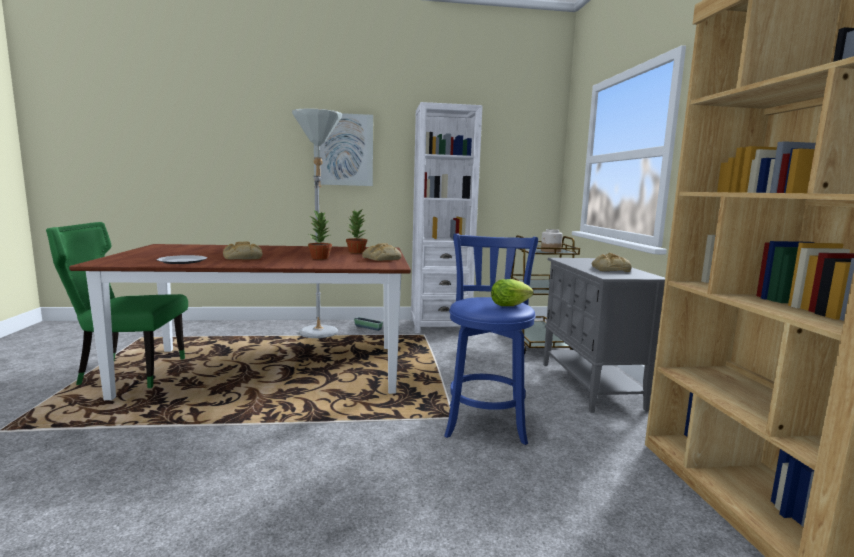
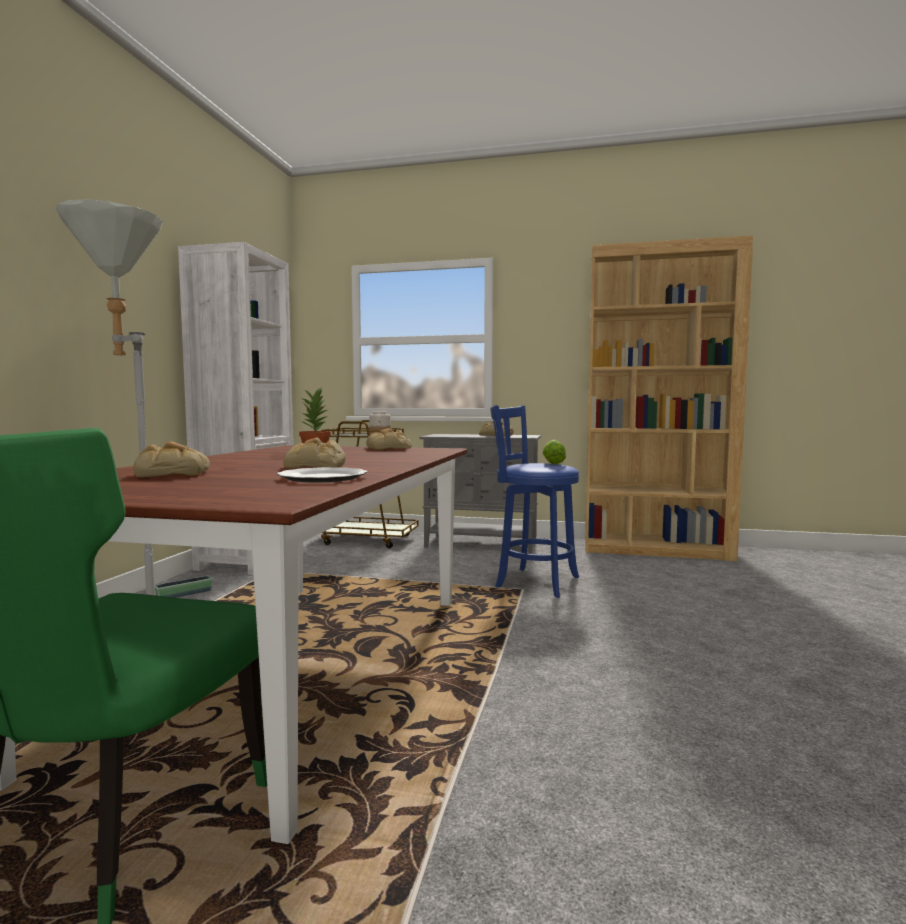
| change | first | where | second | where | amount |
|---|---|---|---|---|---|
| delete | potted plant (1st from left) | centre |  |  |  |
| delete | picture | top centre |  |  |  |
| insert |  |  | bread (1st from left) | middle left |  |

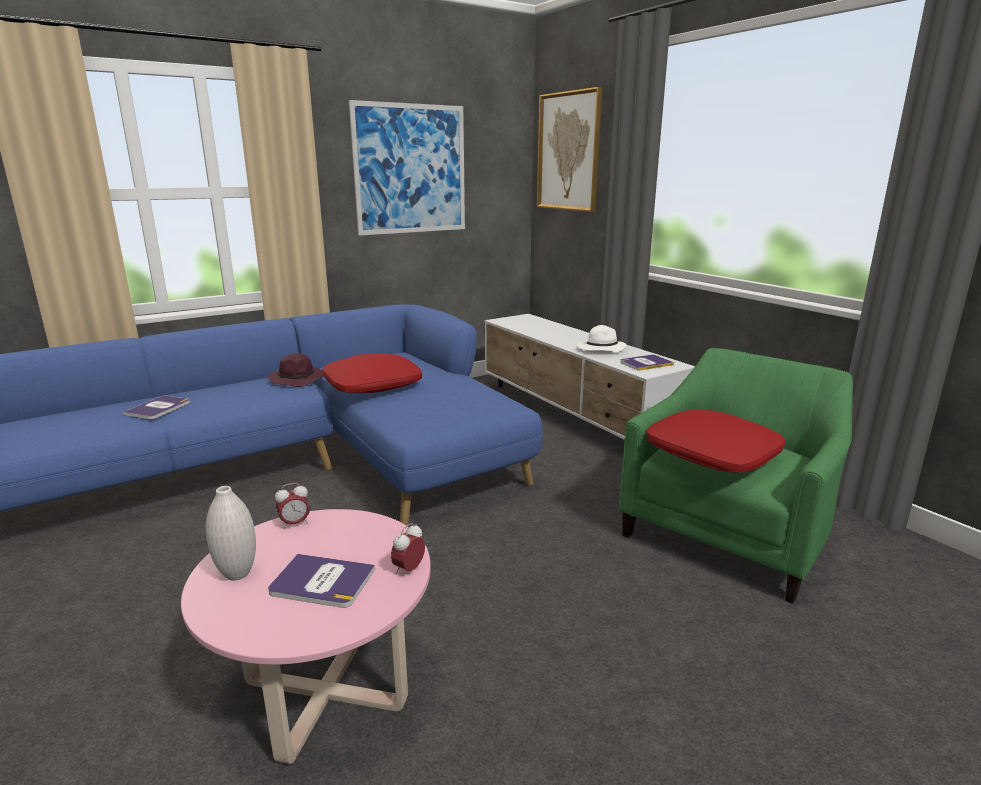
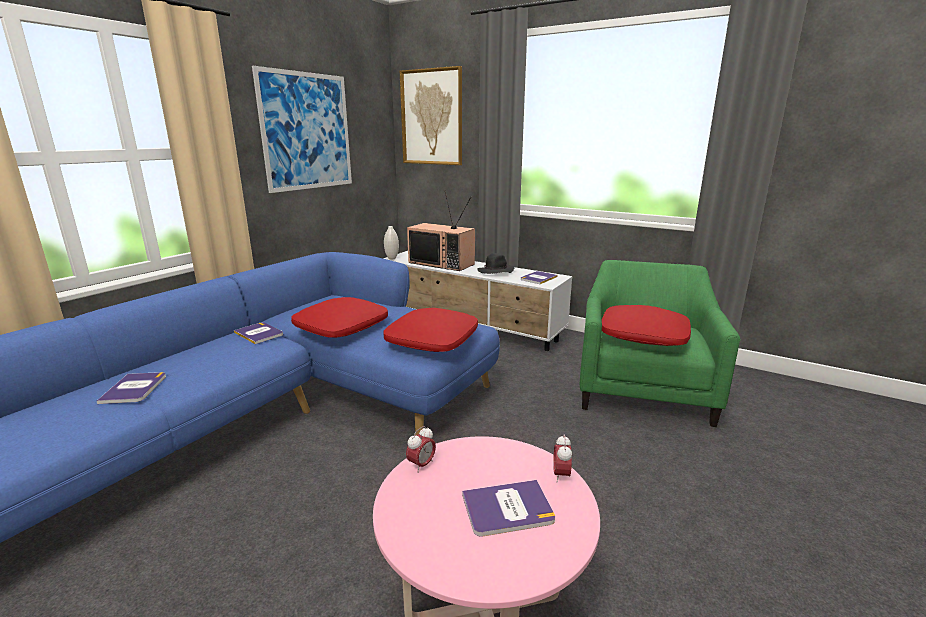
| change | first | where | second | where | amount |
|---|---|---|---|---|---|
| move | white vase | bottom left |  | centre |  |
| replace | purple hat | middle left | book (2nd from left) | middle left |  |
| recolor | white hat | centre | black hat | centre |  |
| insert |  |  | red pillow (2nd from left) | centre |  |
| insert |  |  | television | centre |  |

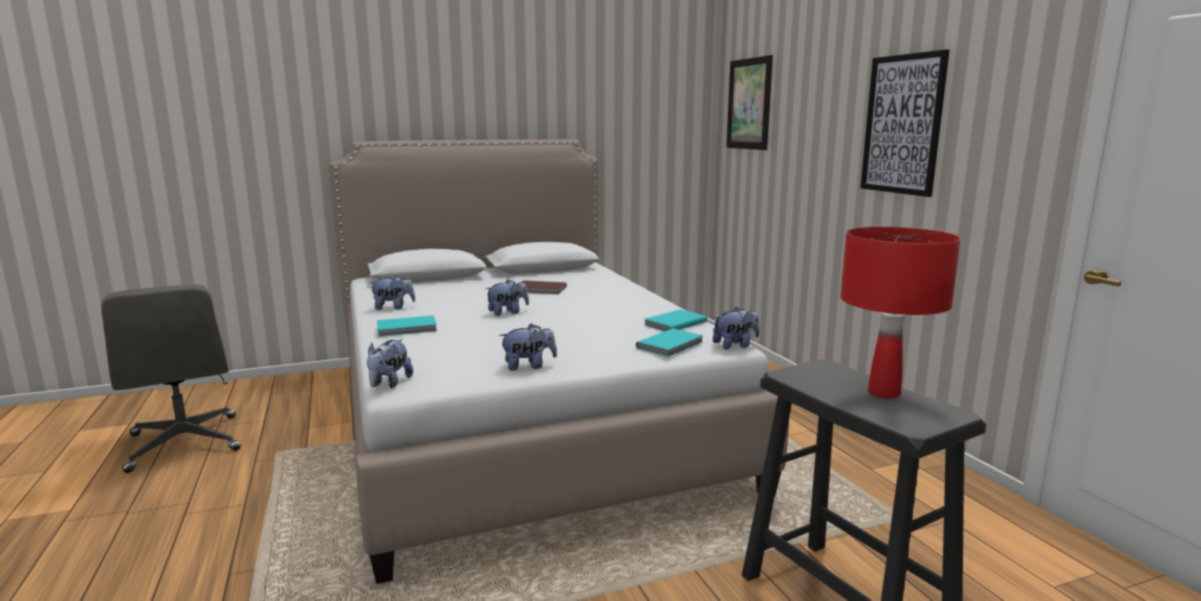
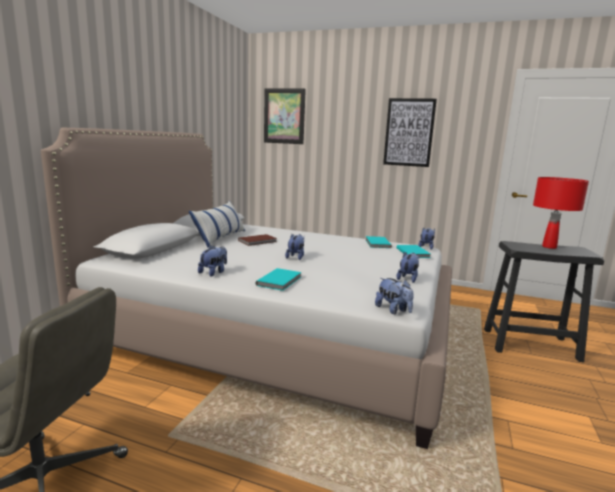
| change | first | where | second | where | amount |
|---|---|---|---|---|---|
| insert |  |  | pillow | centre |  |

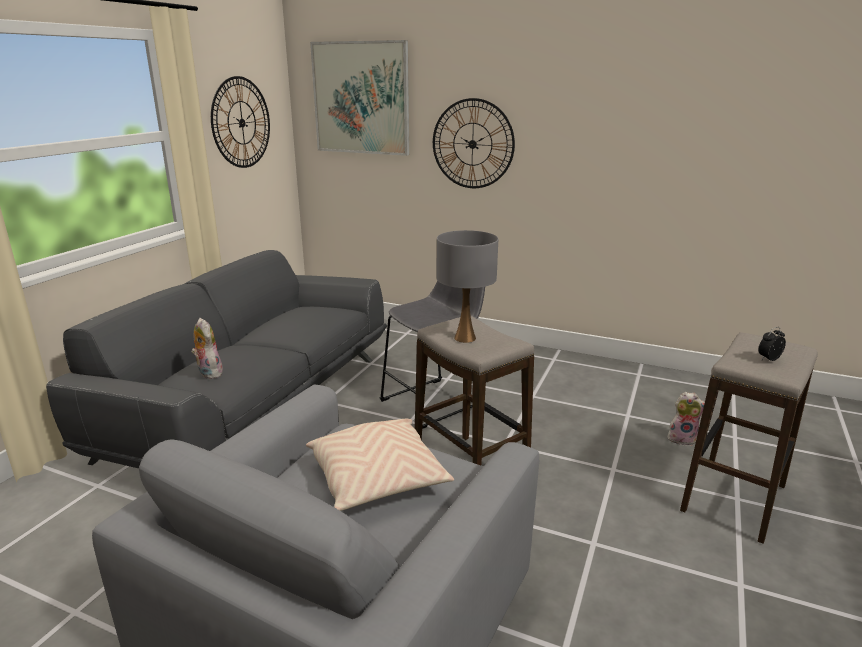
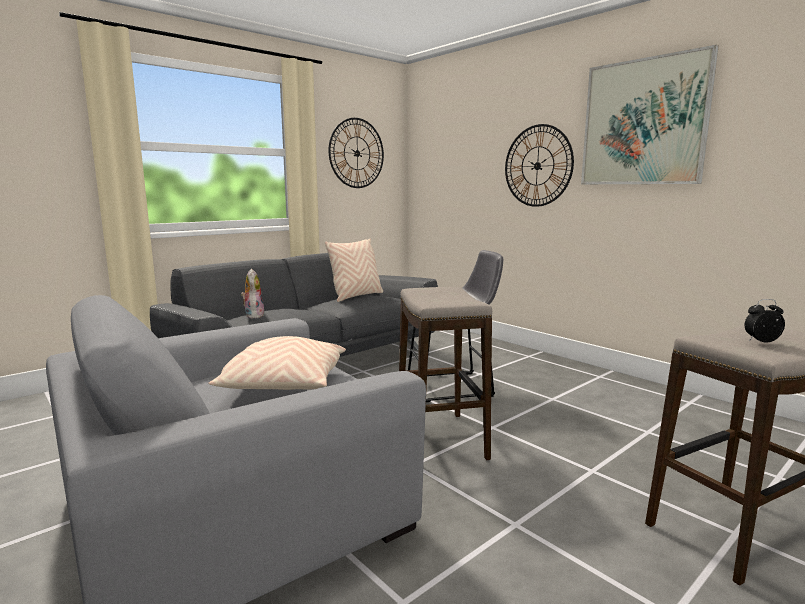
| change | first | where | second | where | amount |
|---|---|---|---|---|---|
| move | picture | top centre |  | top right |  |
| delete | grey table lamp | centre |  |  |  |
| delete | plush toy (2nd from left) | middle right |  |  |  |
| insert |  |  | beige pillow (2nd from left) | centre |  |

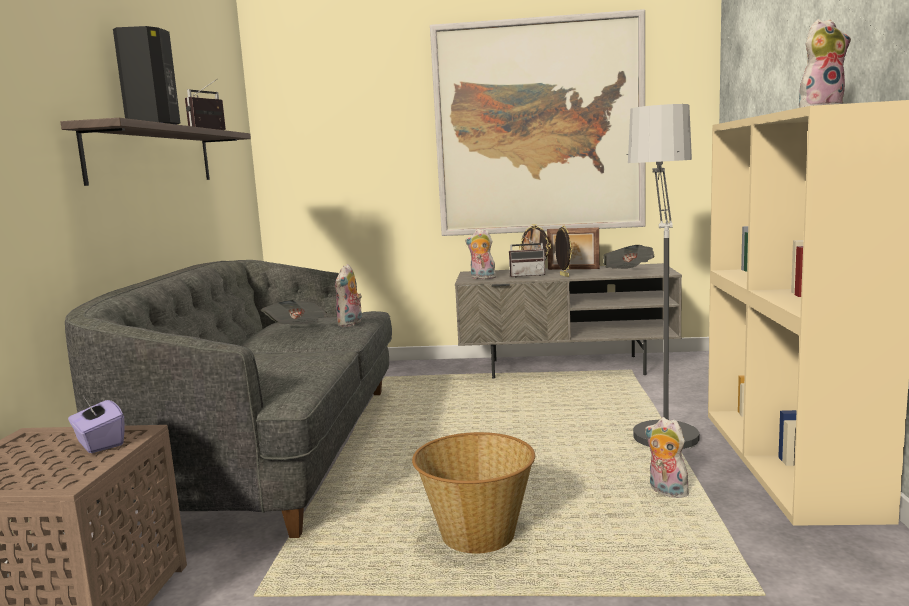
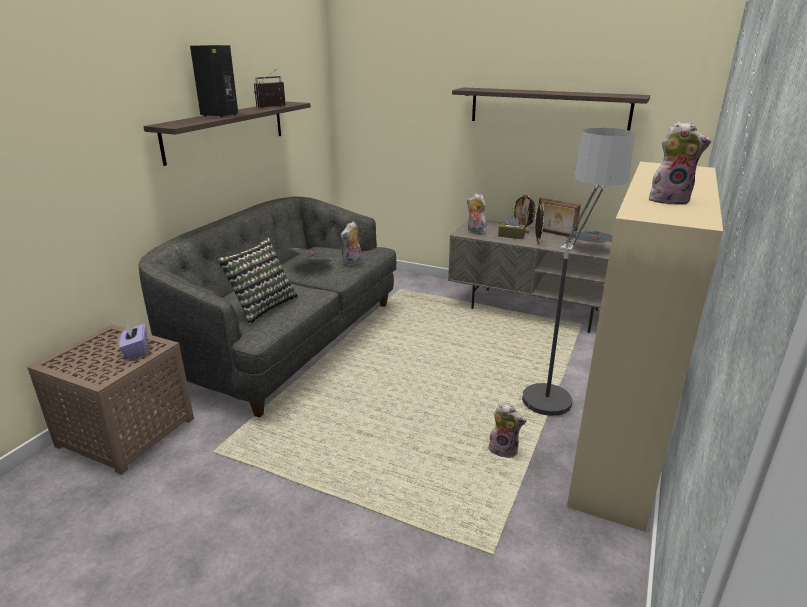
| change | first | where | second | where | amount |
|---|---|---|---|---|---|
| delete | basket | bottom centre |  |  |  |
| replace | picture | top centre | shelf (2nd from left) | top right |  |
| replace | radio (2nd from left) | centre | brown tissue box | centre |  |
| rotate | plush toy (3rd from left) | bottom right |  | bottom centre | 135 degrees clockwise |
| insert |  |  | pillow | middle left |  |

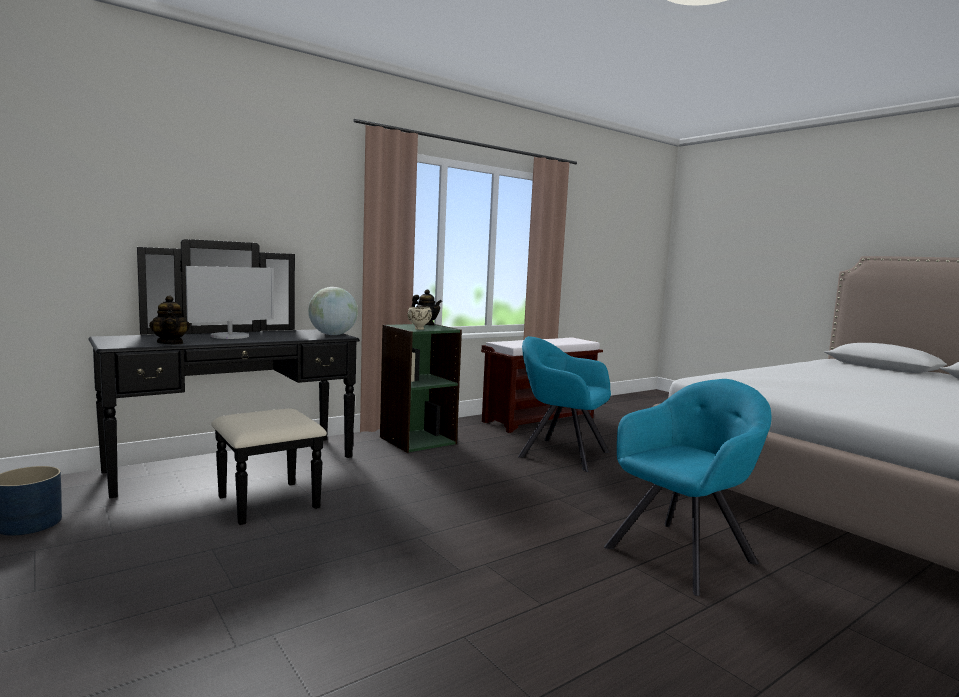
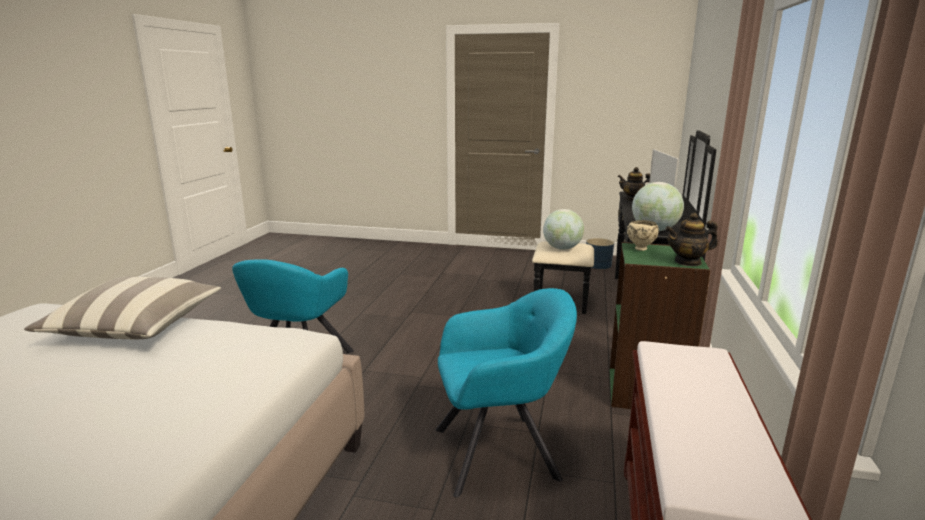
| change | first | where | second | where | amount |
|---|---|---|---|---|---|
| insert |  |  | pillow | middle left |  |
| insert |  |  | globe (1st from left) | centre |  |

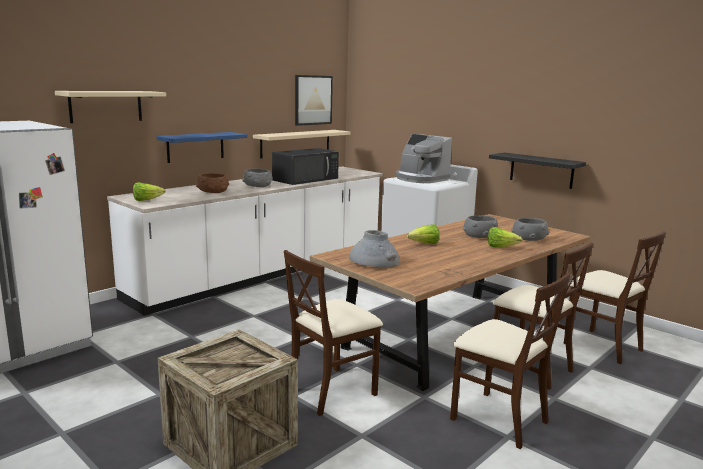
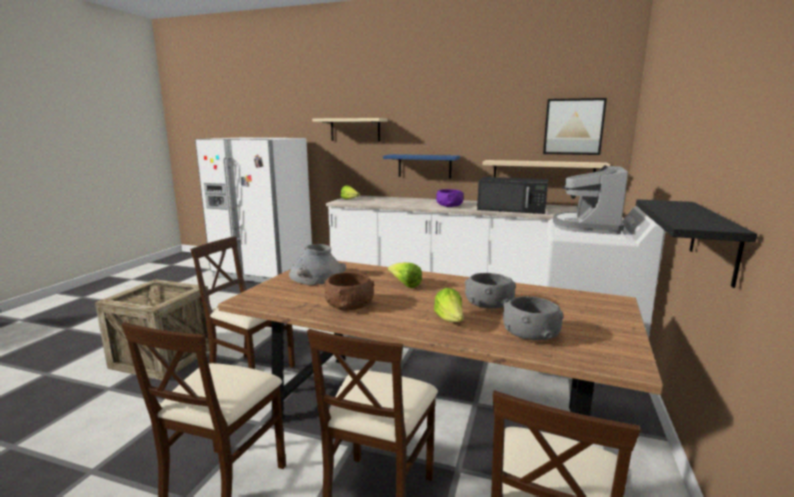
| change | first | where | second | where | amount |
|---|---|---|---|---|---|
| move | brown bowl | middle left |  | centre |  |
| recolor | grey bowl (1st from left) | centre | purple bowl | centre |  |

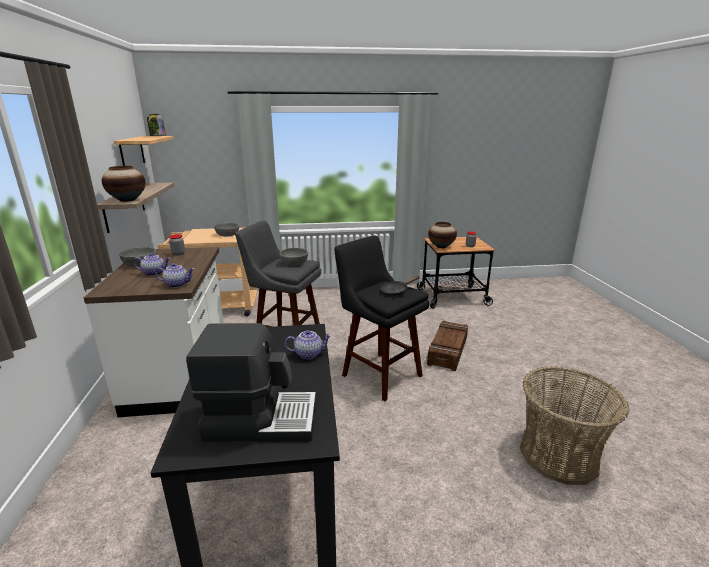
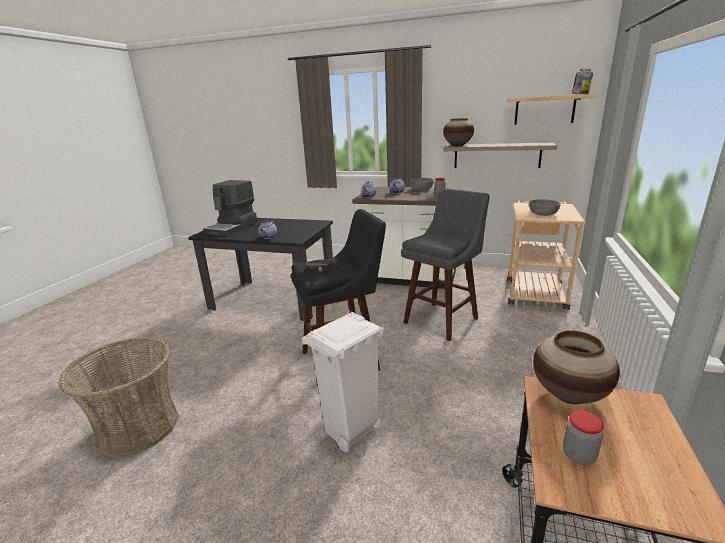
| change | first | where | second | where | amount |
|---|---|---|---|---|---|
| delete | grey bowl (3rd from left) | centre |  |  |  |
| replace | crate | centre | white trash can | bottom centre |  |

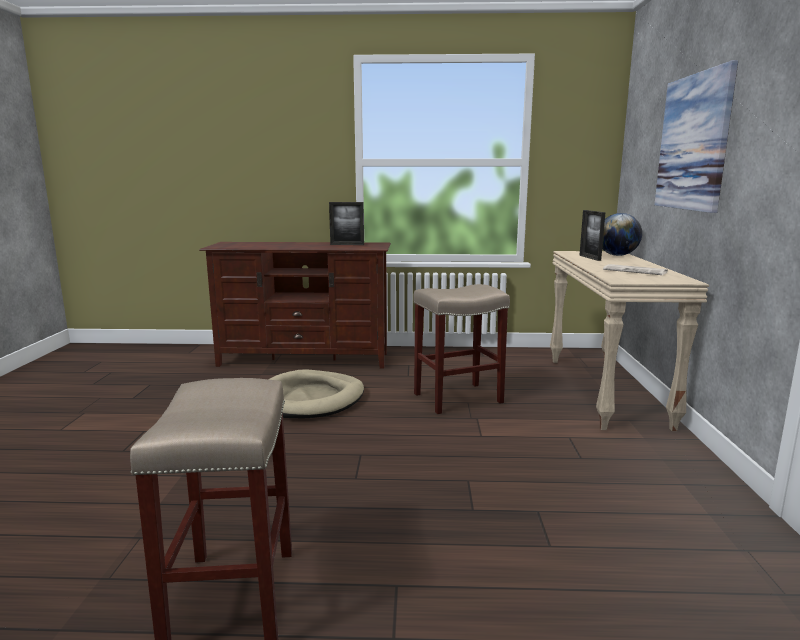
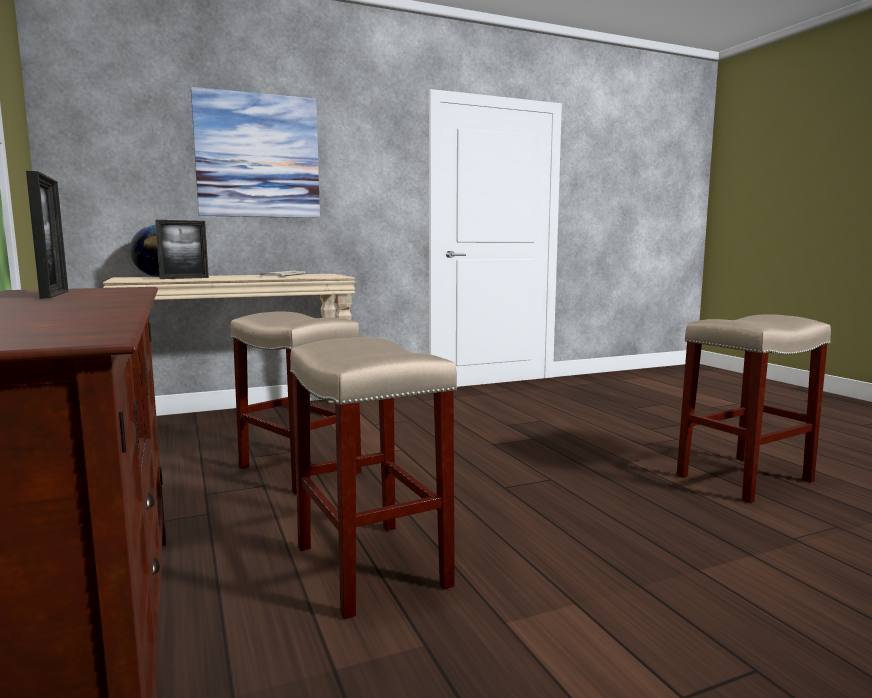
| change | first | where | second | where | amount |
|---|---|---|---|---|---|
| replace | beige dog bed | centre | beige stool (2nd from left) | bottom centre |  |

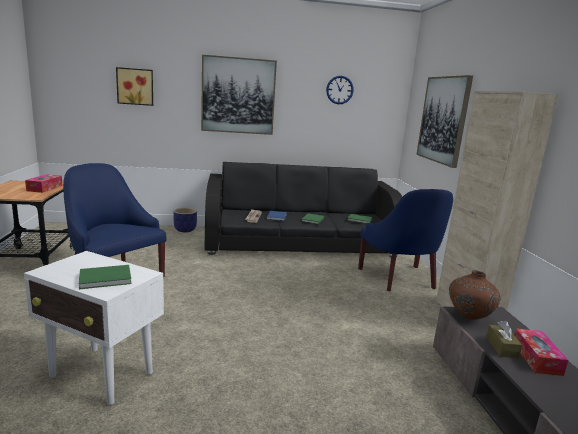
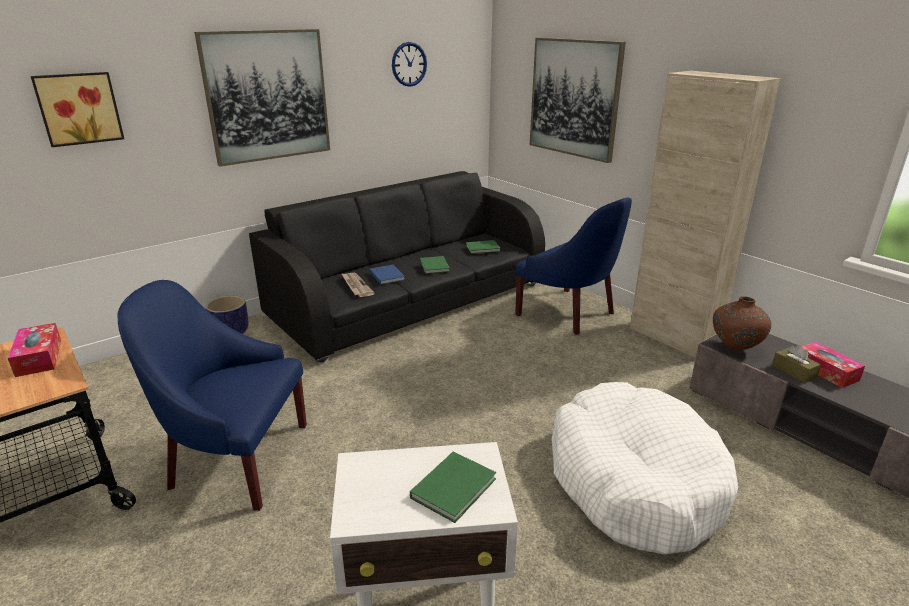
| change | first | where | second | where | amount |
|---|---|---|---|---|---|
| insert |  |  | white dog bed | bottom right |  |

